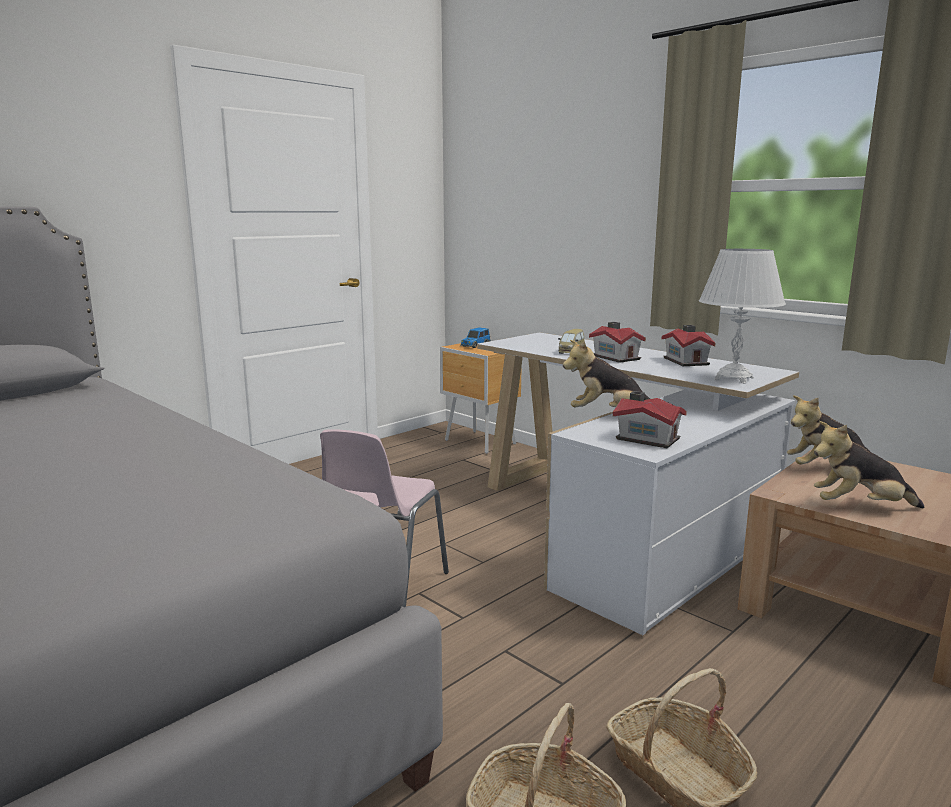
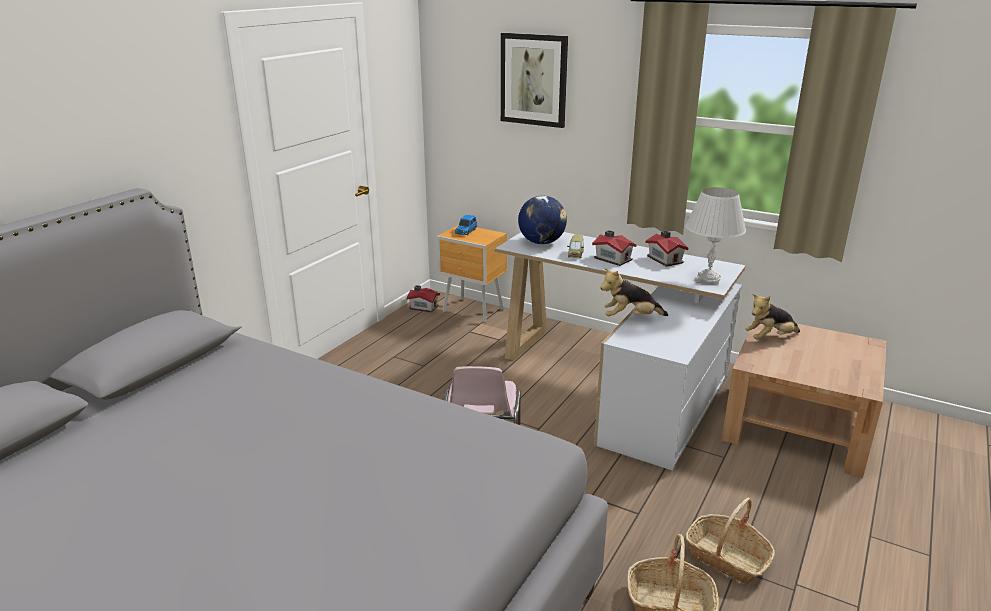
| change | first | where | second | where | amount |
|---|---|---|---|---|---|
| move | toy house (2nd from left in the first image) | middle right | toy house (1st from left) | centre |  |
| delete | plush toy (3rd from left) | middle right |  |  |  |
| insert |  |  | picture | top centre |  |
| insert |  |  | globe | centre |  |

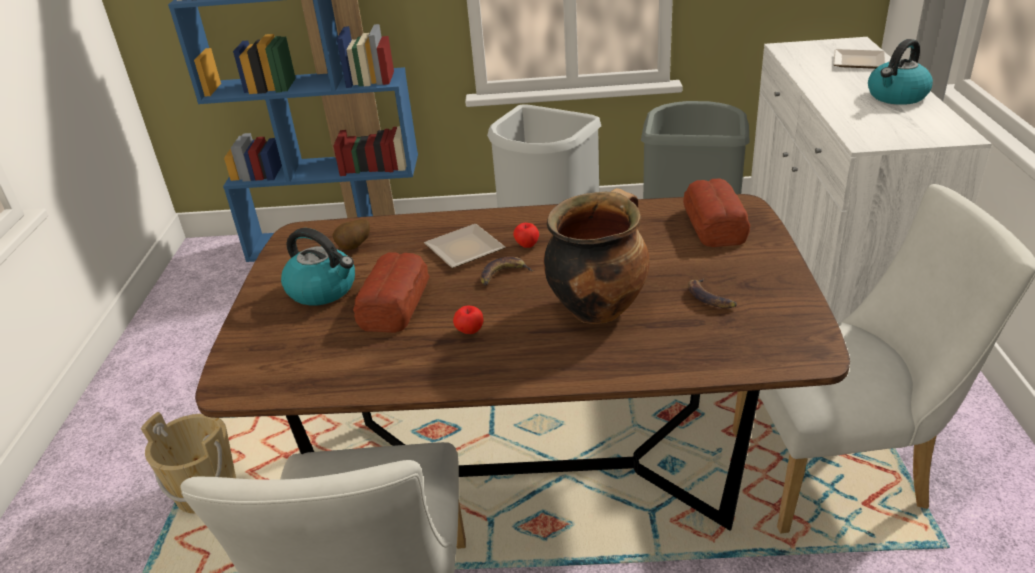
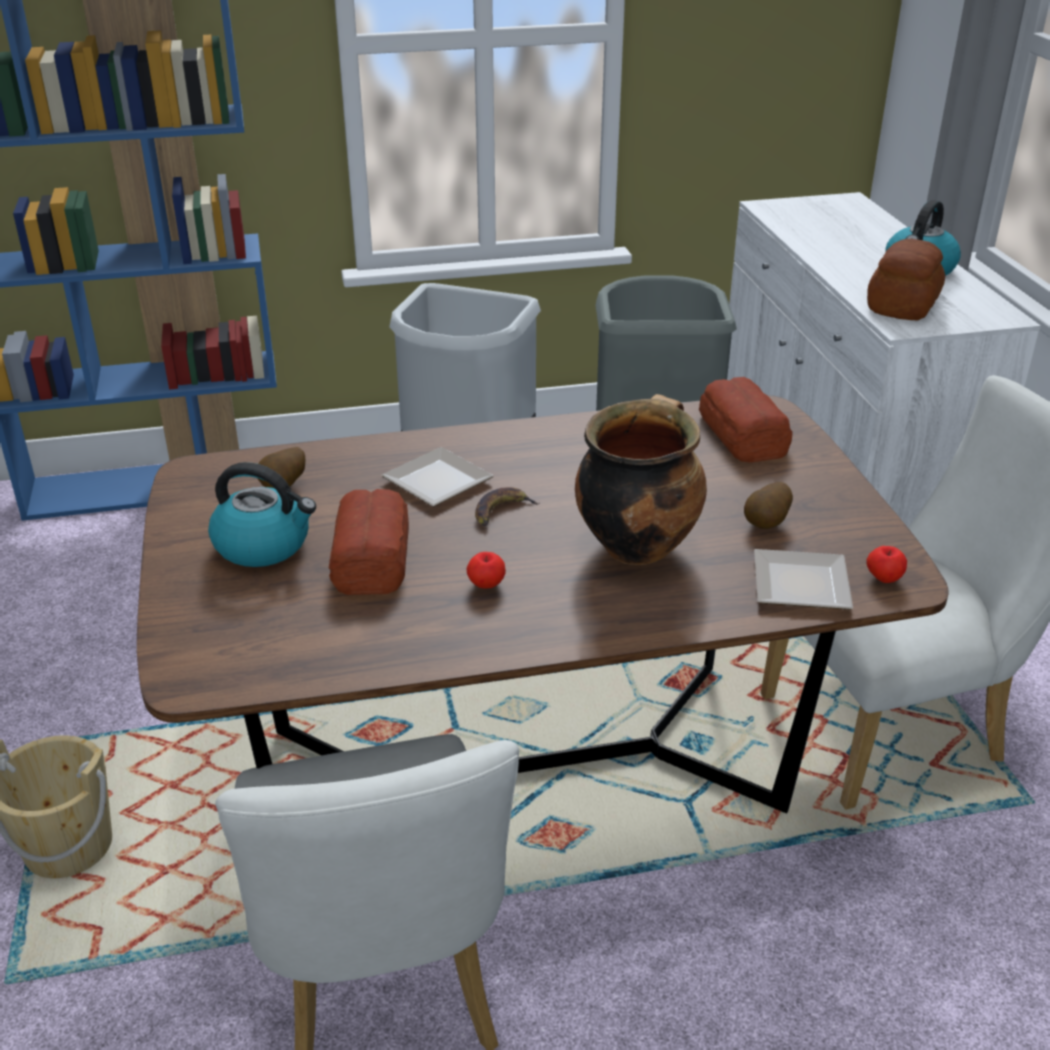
| change | first | where | second | where | amount |
|---|---|---|---|---|---|
| move | apple (2nd from left) | centre |  | middle right |  |
| replace | banana (2nd from left) | middle right | potato (2nd from left) | middle right |  |
| move | plate (2nd from left) | top right |  | middle right |  |
| insert |  |  | bread (3rd from left) | top right |  |

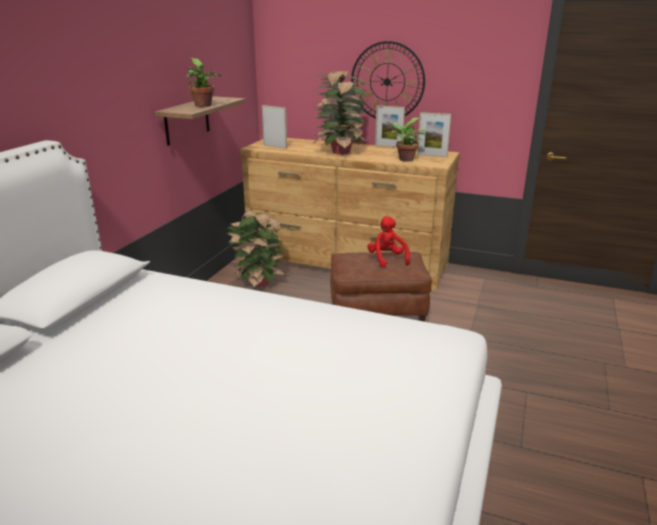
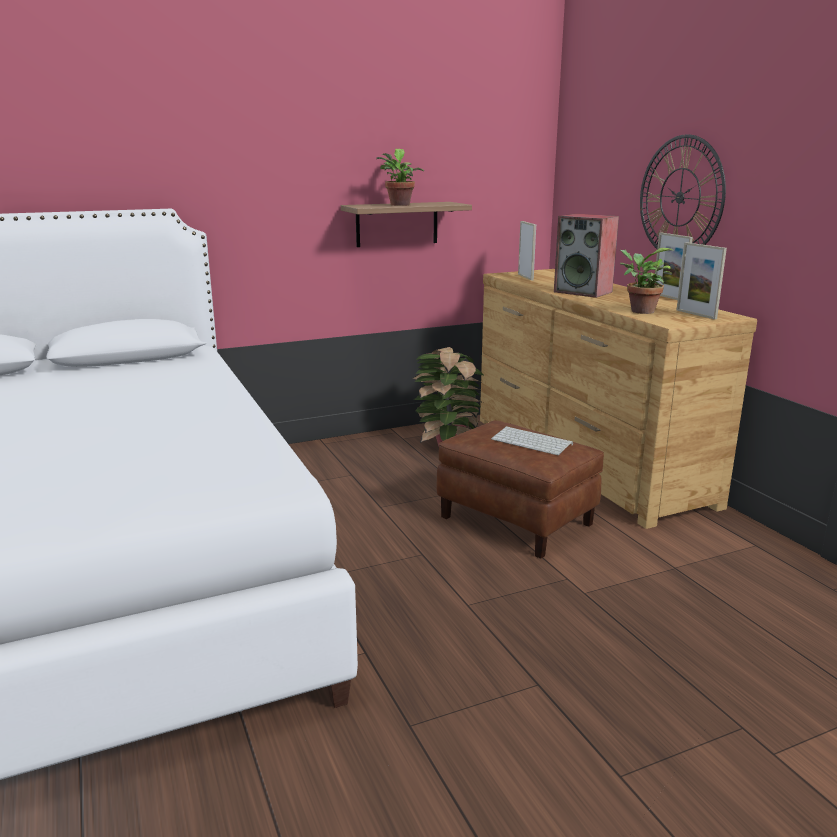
| change | first | where | second | where | amount |
|---|---|---|---|---|---|
| replace | potted plant (3rd from left) | top centre | speaker | top right |  |
| replace | red plush toy | centre | keyboard | centre |  |

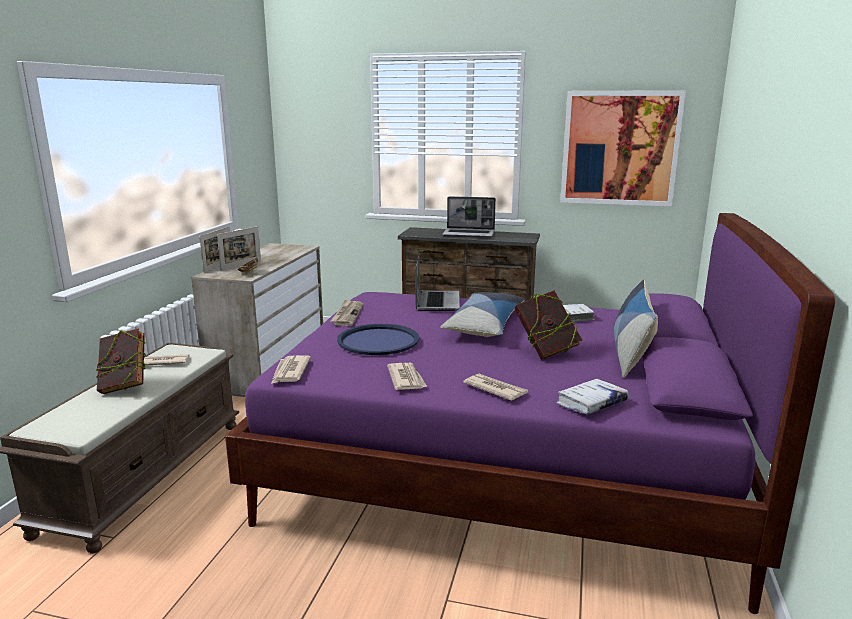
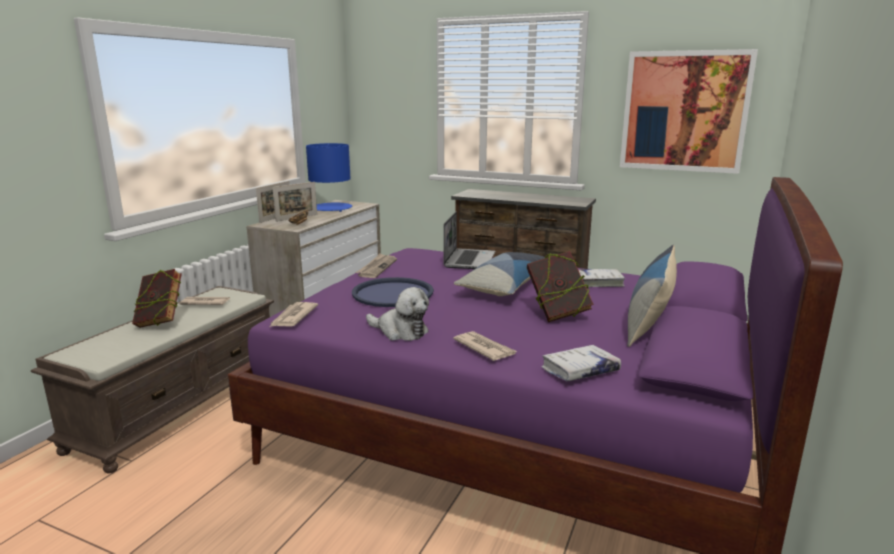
| change | first | where | second | where | amount |
|---|---|---|---|---|---|
| replace | newspaper (4th from left) | centre | plush toy | centre |  |
| delete | laptop (2nd from left) | centre |  |  |  |
| insert |  |  | blue table lamp | top centre |  |

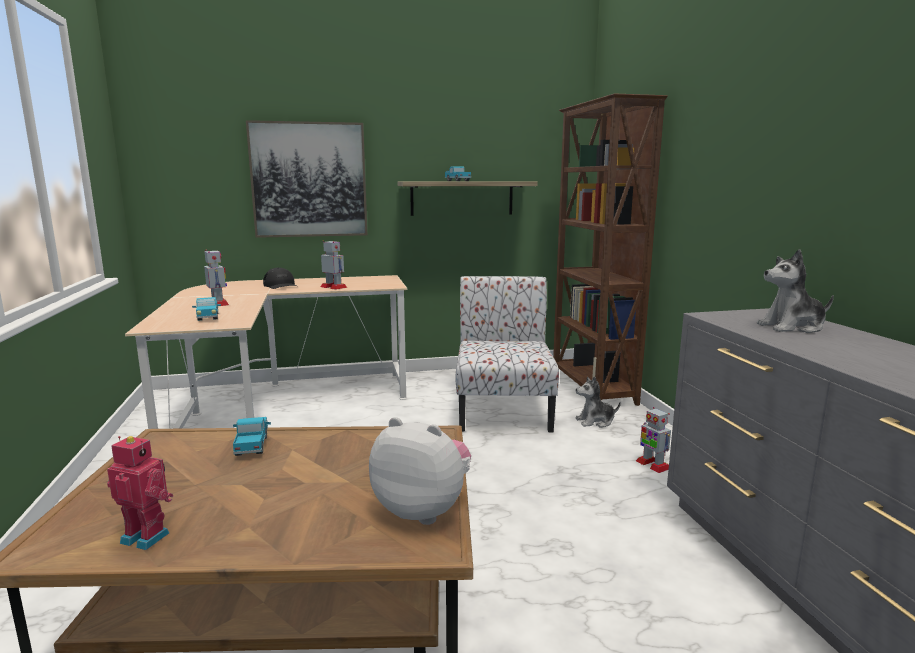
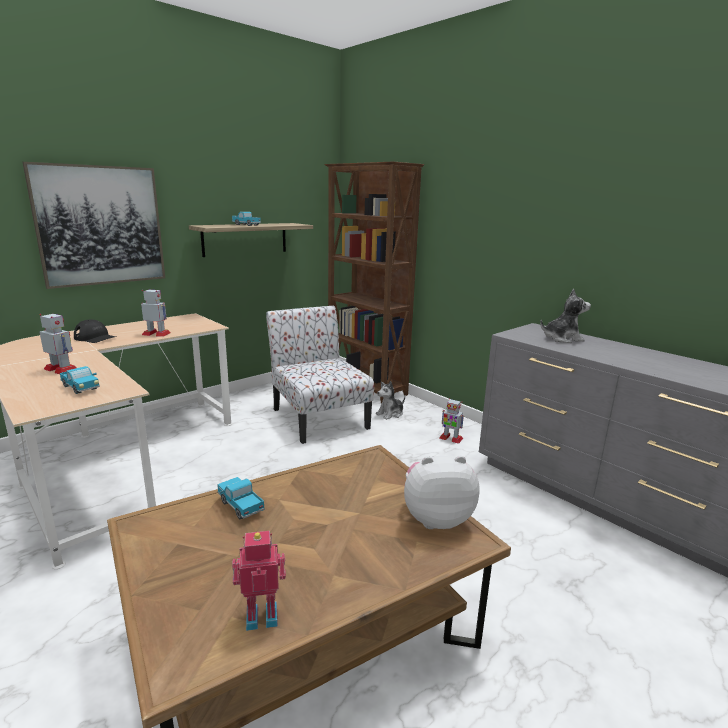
| change | first | where | second | where | amount |
|---|---|---|---|---|---|
| rotate | plush toy (3rd from left) | middle right |  | middle right | 150 degrees counterclockwise |

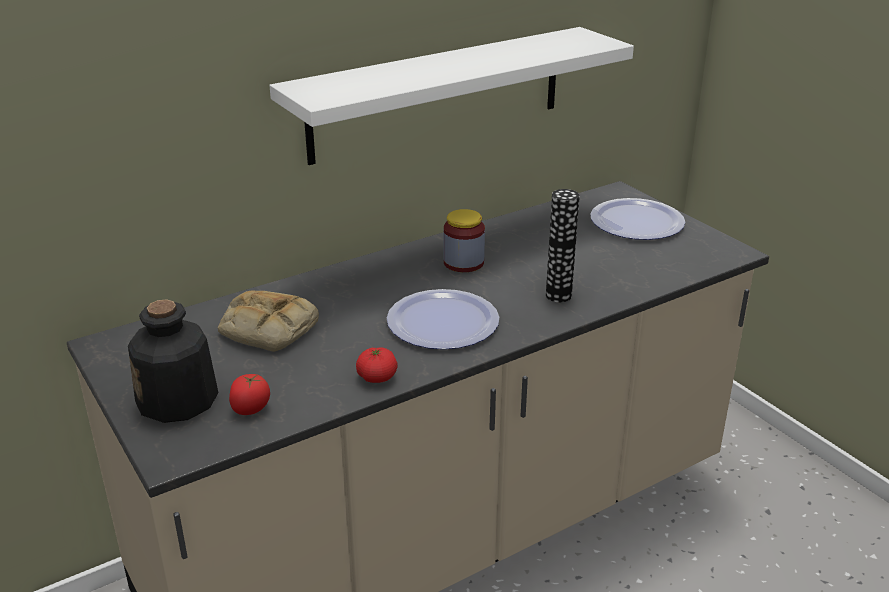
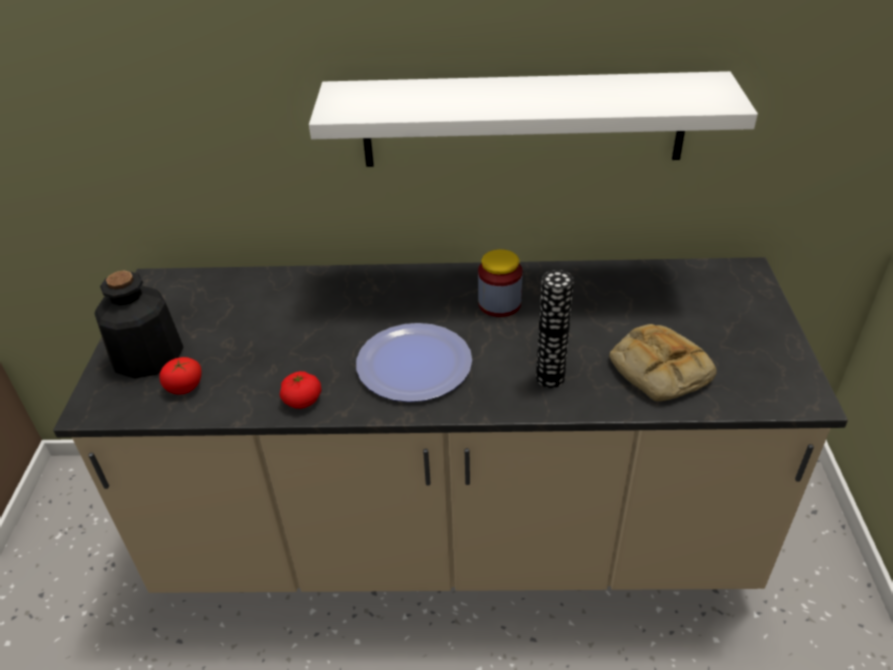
| change | first | where | second | where | amount |
|---|---|---|---|---|---|
| move | bread | middle left |  | middle right |  |
| delete | plate (2nd from left) | middle right |  |  |  |

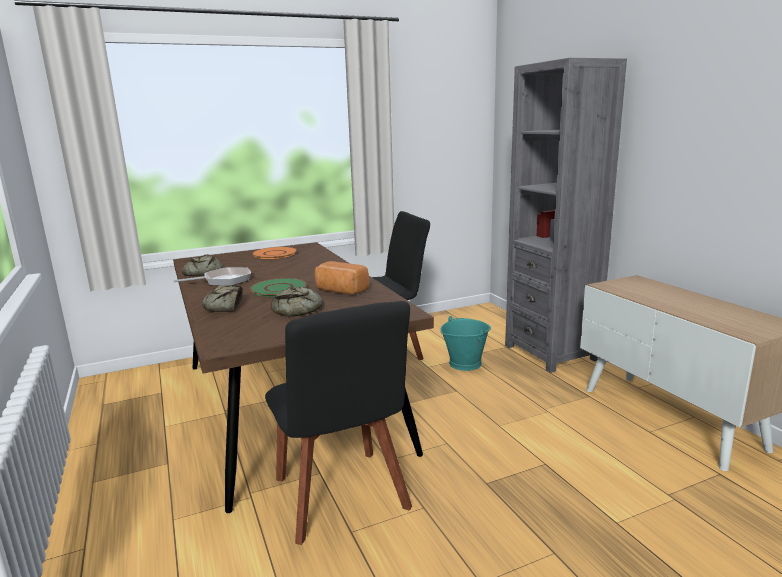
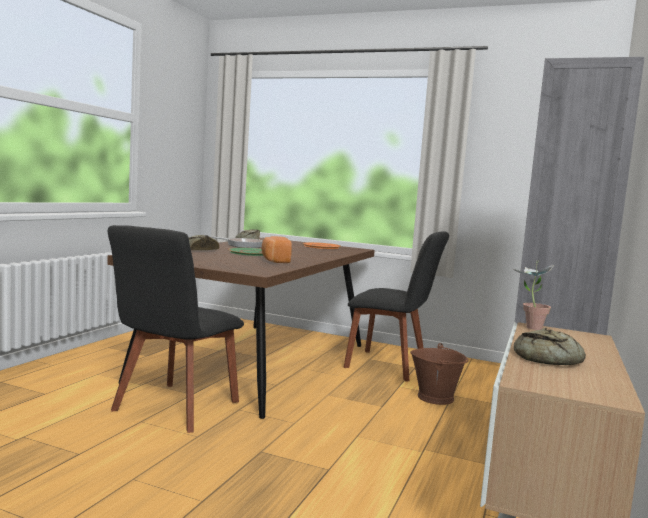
| change | first | where | second | where | amount |
|---|---|---|---|---|---|
| move | bread (3rd from left in the first image) | centre | bread (4th from left) | bottom right |  |
| recolor | turquoise bucket | centre | brown bucket | bottom right |  |
| insert |  |  | potted plant | middle right |  |

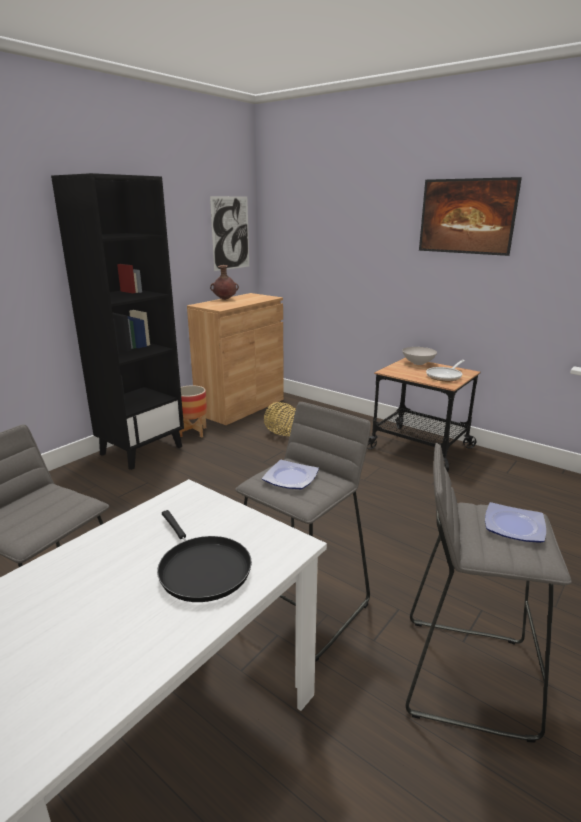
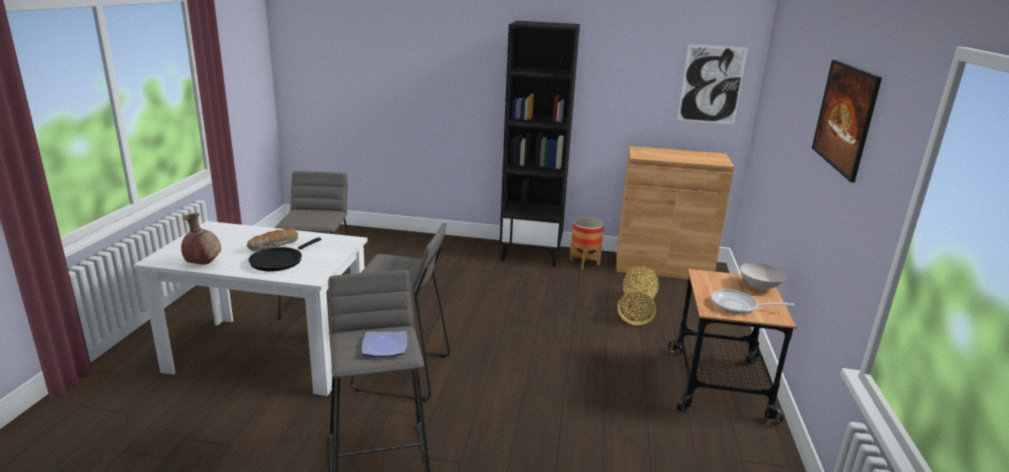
| change | first | where | second | where | amount |
|---|---|---|---|---|---|
| move | brown vase | centre |  | middle left |  |
| delete | plate (1st from left) | centre |  |  |  |
| insert |  |  | bread | middle left |  |

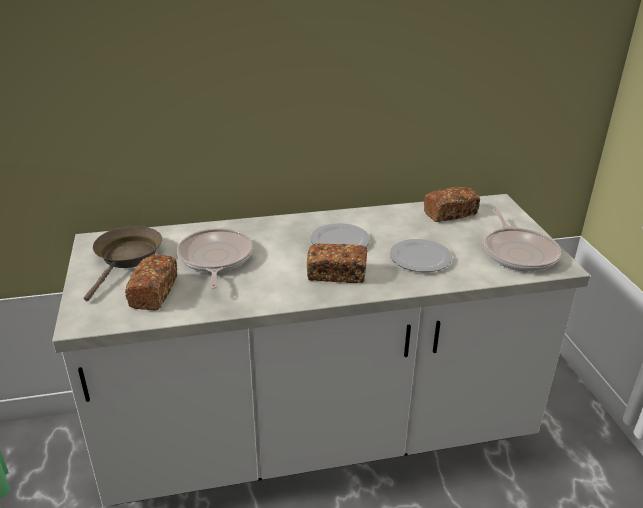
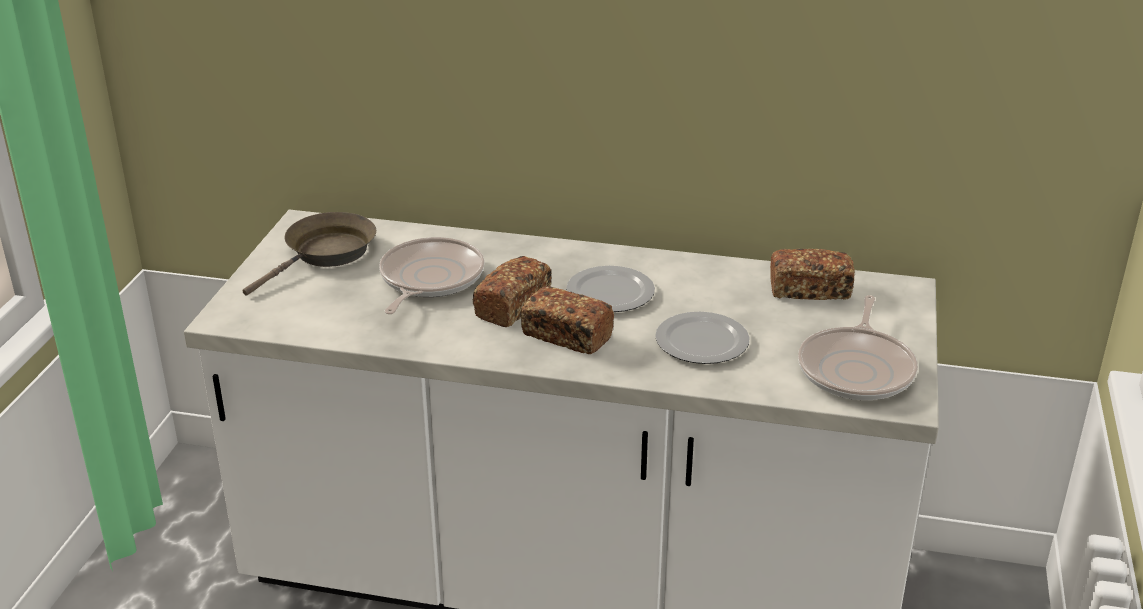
| change | first | where | second | where | amount |
|---|---|---|---|---|---|
| move | bread (1st from left) | middle left |  | centre |  |

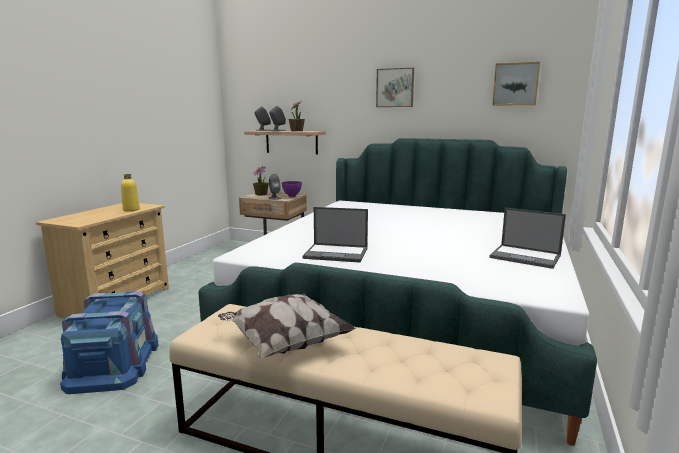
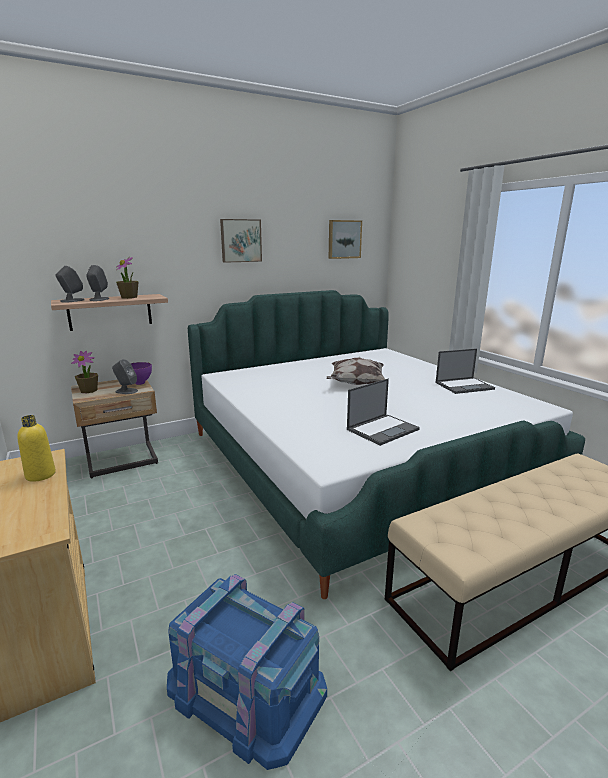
| change | first | where | second | where | amount |
|---|---|---|---|---|---|
| move | pillow | bottom centre |  | centre |  |

